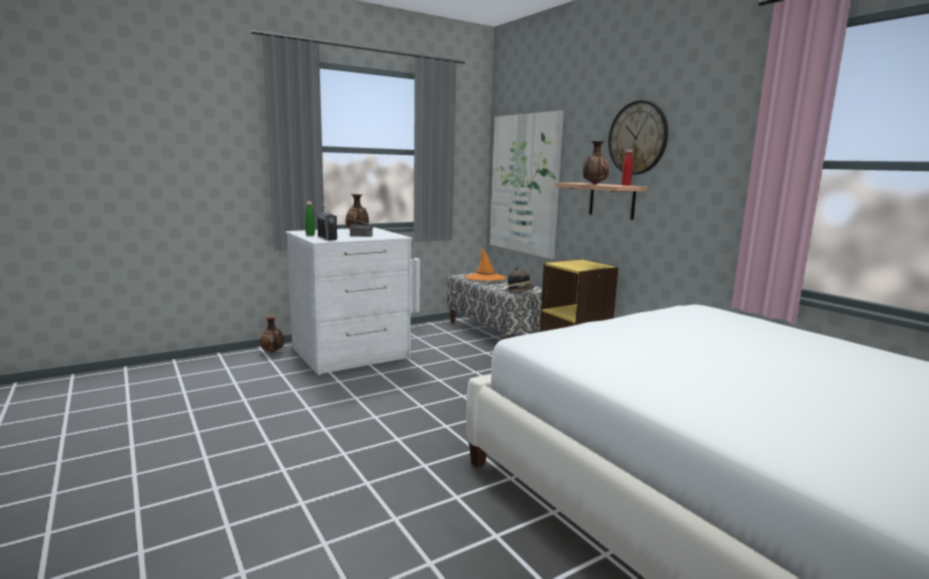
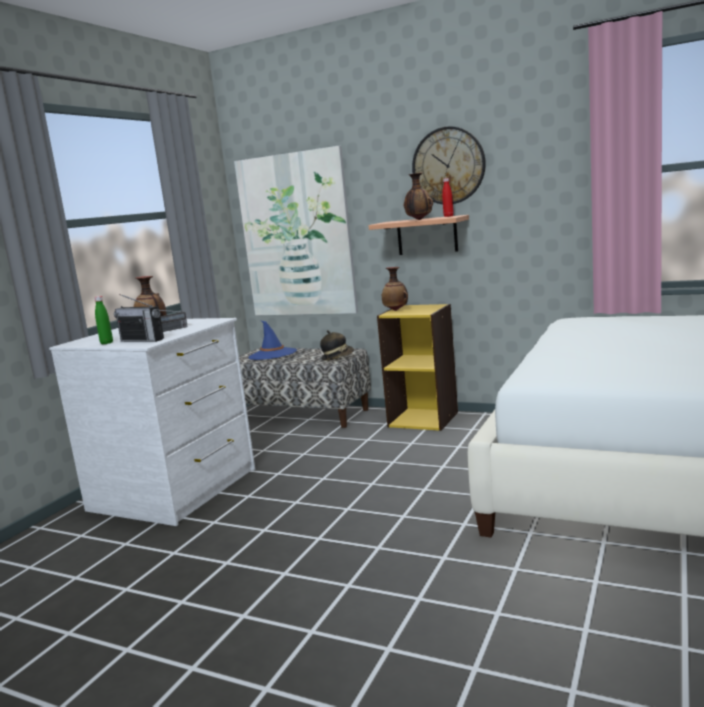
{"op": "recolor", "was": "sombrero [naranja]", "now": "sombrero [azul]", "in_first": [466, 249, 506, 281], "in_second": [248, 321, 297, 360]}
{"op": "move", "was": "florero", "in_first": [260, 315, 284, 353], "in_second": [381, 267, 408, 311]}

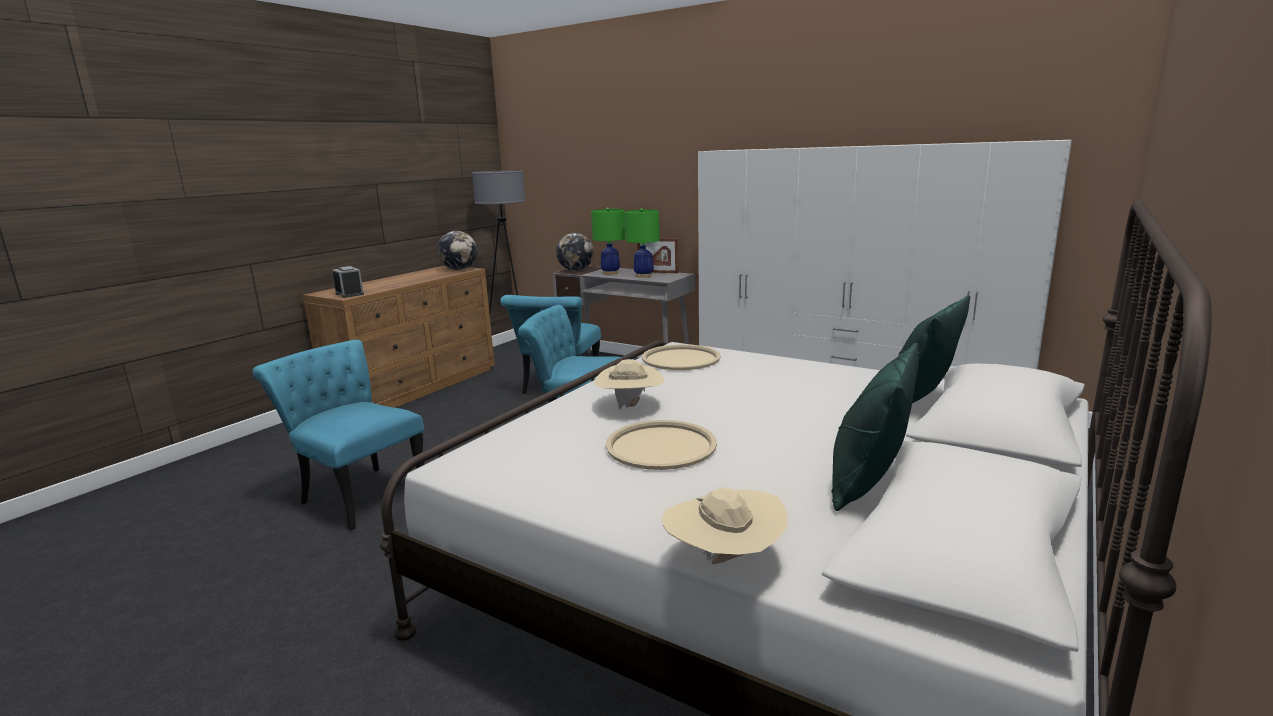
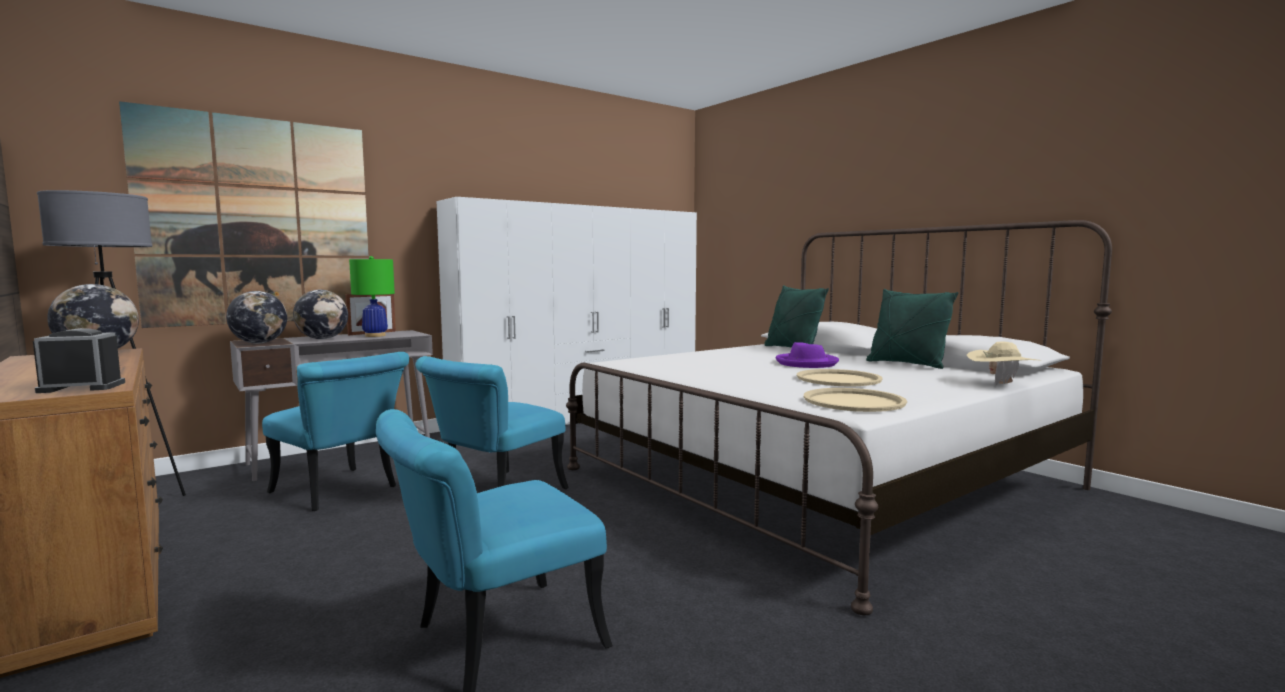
{"op": "replace", "was": "lámpara de mesa [verde]", "now": "globo terráqueo", "in_first": [591, 207, 625, 275], "in_second": [293, 290, 348, 339]}
{"op": "move", "was": "bandeja [beis]", "in_first": [642, 344, 721, 370], "in_second": [804, 388, 907, 412]}
{"op": "delete", "was": "sombrero [beis]", "in_first": [594, 359, 665, 409]}
{"op": "insert", "now": "cuadro", "in_second": [119, 101, 369, 328]}
{"op": "insert", "now": "sombrero [morado]", "in_second": [776, 342, 839, 368]}

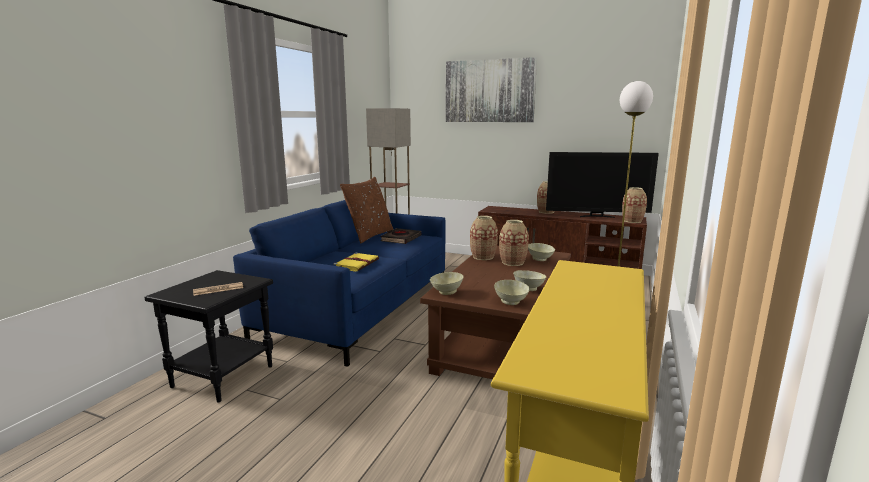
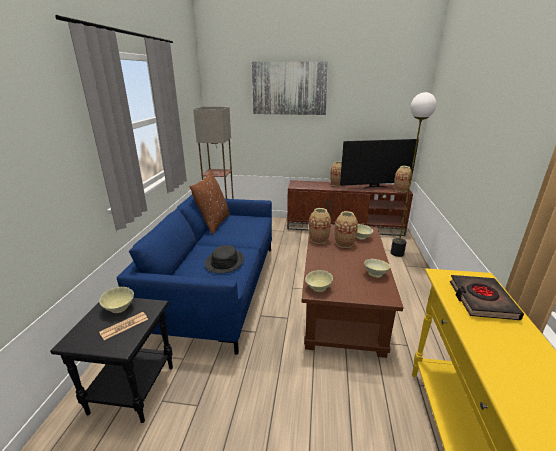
{"op": "move", "was": "libro [negro]", "in_first": [381, 228, 421, 244], "in_second": [450, 275, 524, 320]}
{"op": "replace", "was": "libro [amarillo]", "now": "sombrero [negro]", "in_first": [333, 253, 379, 272], "in_second": [205, 245, 244, 273]}
{"op": "move", "was": "cuenco [beis]", "in_first": [494, 280, 529, 305], "in_second": [99, 287, 134, 313]}

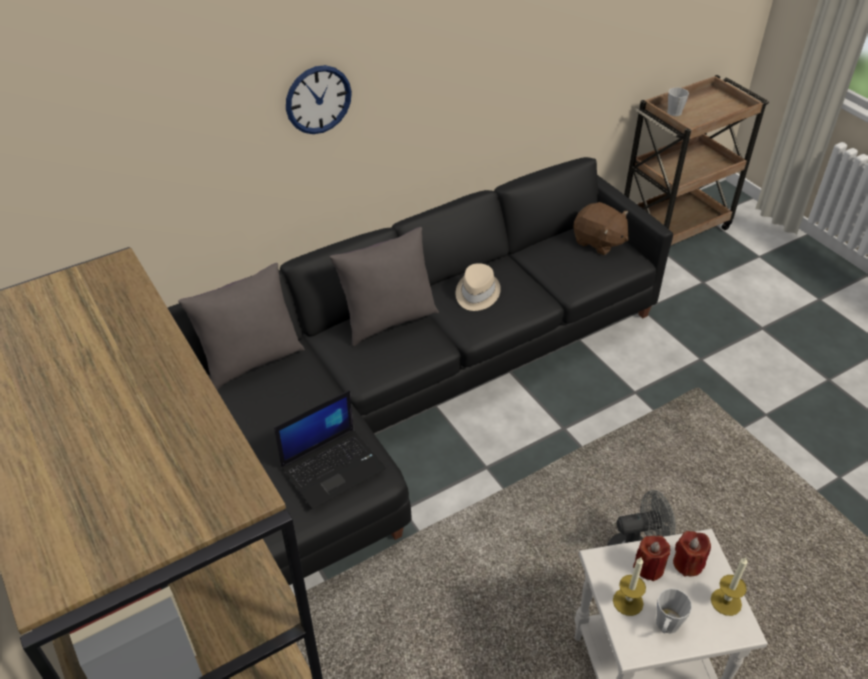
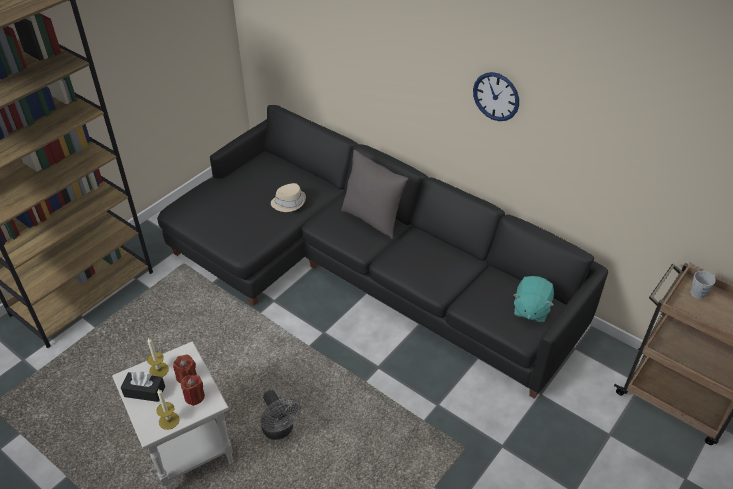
{"op": "move", "was": "reloj de pared", "in_first": [286, 65, 352, 134], "in_second": [473, 72, 519, 121]}
{"op": "recolor", "was": "peluche [marrón]", "now": "peluche [turquesa]", "in_first": [573, 202, 629, 255], "in_second": [513, 276, 554, 322]}
{"op": "delete", "was": "cojín [gris]", "in_first": [178, 263, 305, 390]}
{"op": "move", "was": "sombrero [beis]", "in_first": [456, 263, 501, 311], "in_second": [271, 183, 306, 212]}
{"op": "delete", "was": "portátil", "in_first": [274, 390, 386, 510]}
{"op": "replace", "was": "taza grande [gris]", "now": "caja de pañuelos [negro]", "in_first": [656, 588, 692, 633], "in_second": [121, 371, 165, 402]}

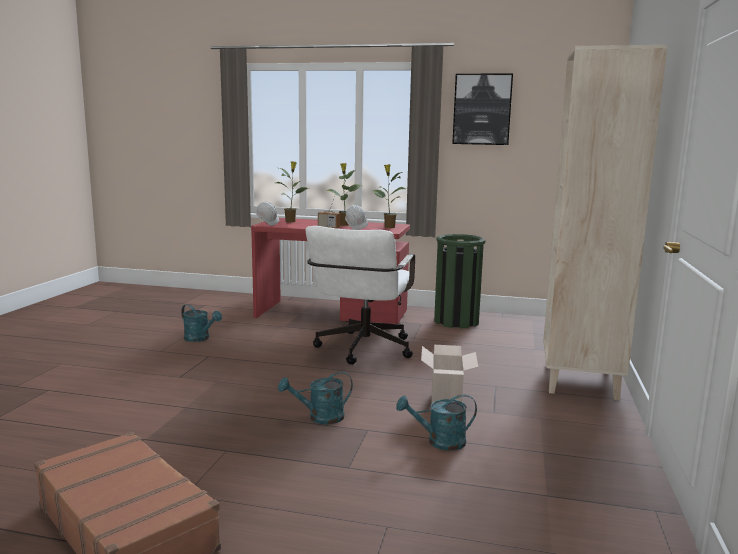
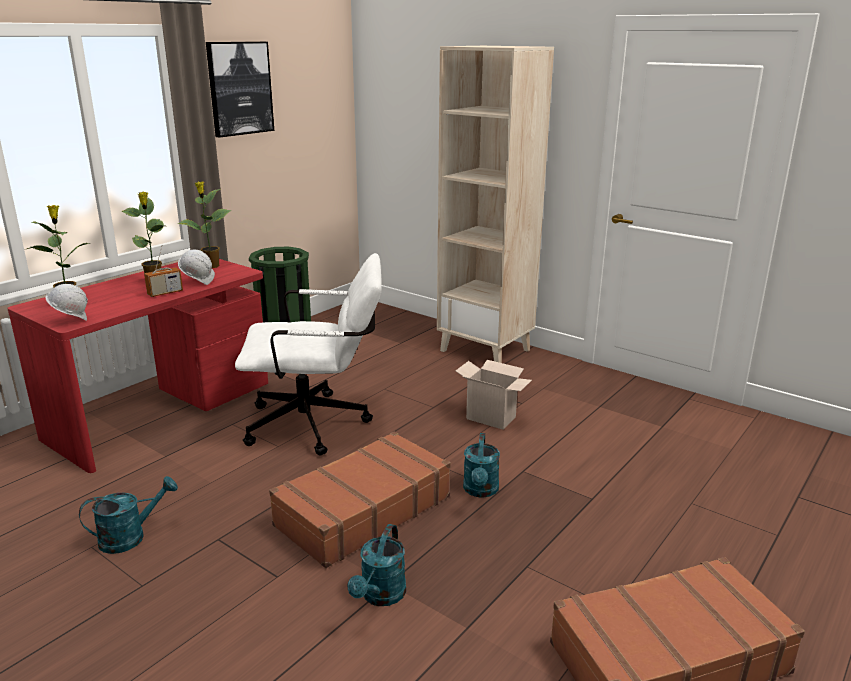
{"op": "rotate", "was": "silla de oficina [blanco]", "in_first": [306, 226, 415, 365], "in_second": [235, 253, 382, 455], "clockwise": -45}
{"op": "move", "was": "regadera [turquesa]", "in_first": [396, 394, 477, 451], "in_second": [348, 524, 406, 606]}
{"op": "insert", "now": "maleta [marrón]", "in_second": [269, 431, 451, 568]}

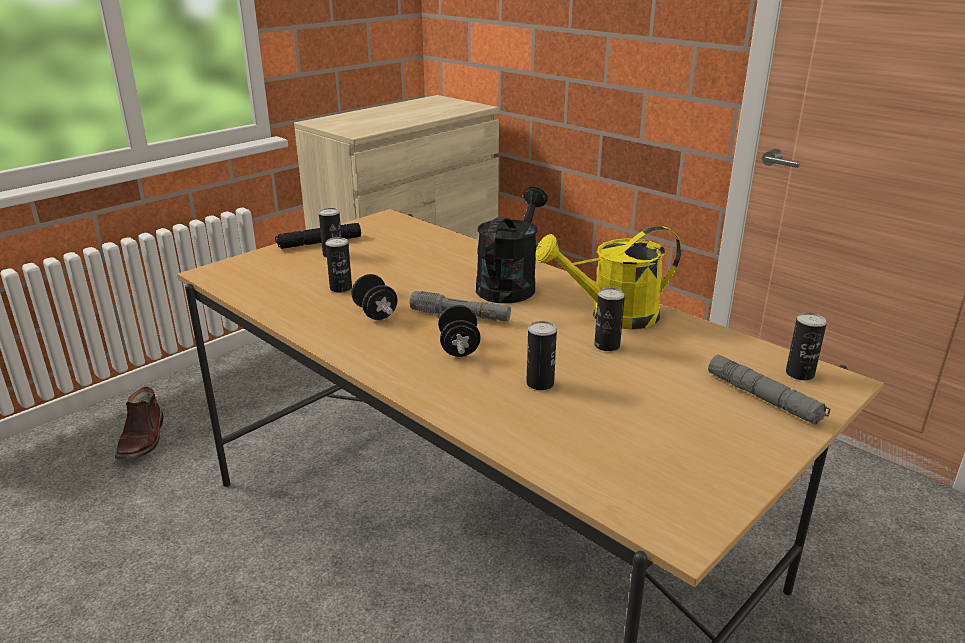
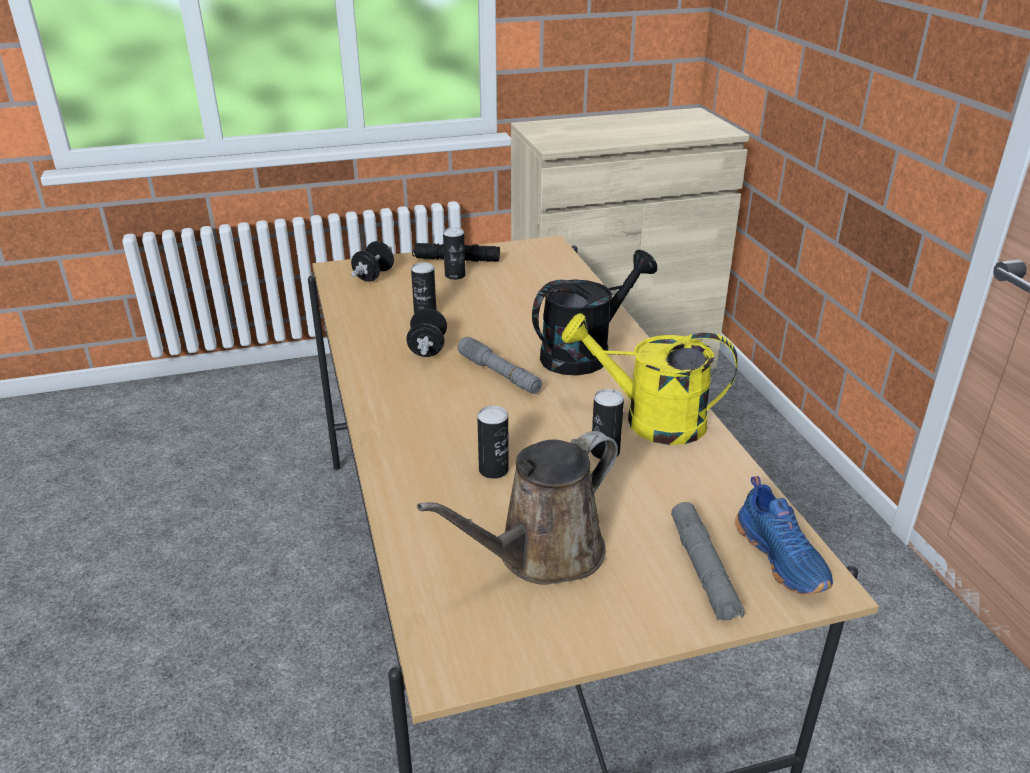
{"op": "move", "was": "mancuerna [negro]", "in_first": [438, 305, 481, 357], "in_second": [351, 241, 394, 282]}
{"op": "replace", "was": "lata", "now": "zapato [azul]", "in_first": [786, 313, 827, 380], "in_second": [735, 476, 833, 595]}
{"op": "delete", "was": "bota [marrón]", "in_first": [115, 387, 164, 460]}
{"op": "insert", "now": "regadera [marrón]", "in_second": [417, 431, 618, 585]}

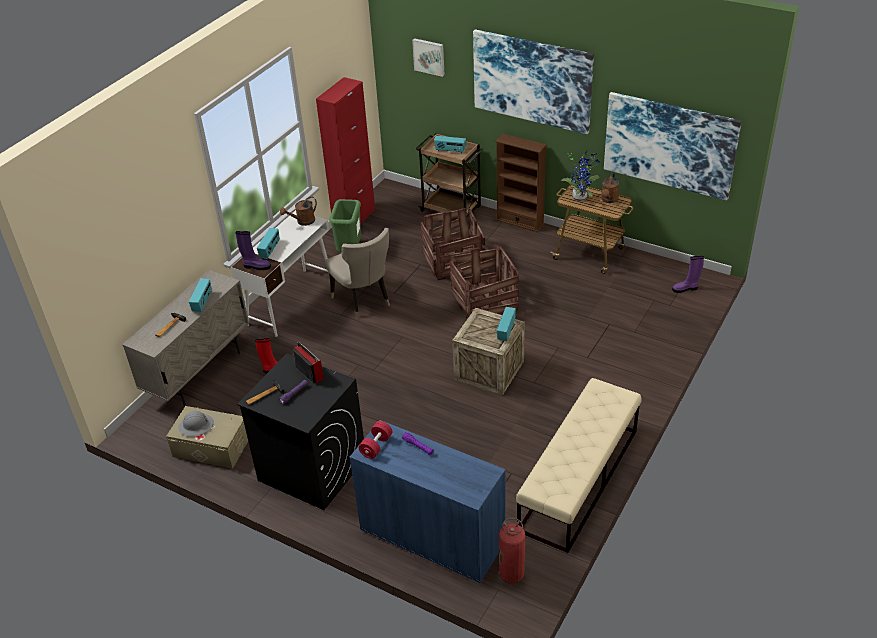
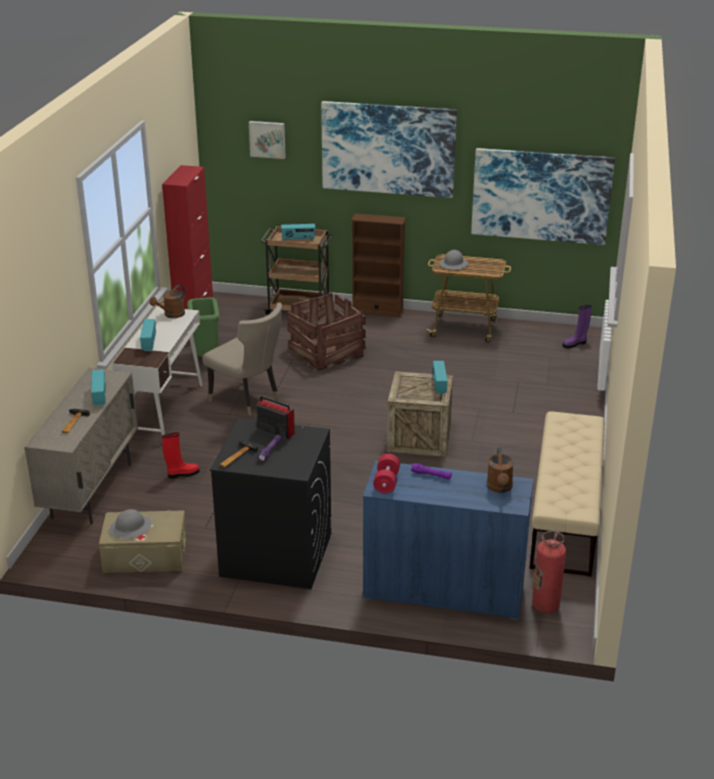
{"op": "replace", "was": "planta en maceta", "now": "casco [gris]", "in_first": [561, 150, 600, 202], "in_second": [439, 250, 468, 270]}
{"op": "move", "was": "regadera [marrón]", "in_first": [601, 173, 619, 203], "in_second": [487, 447, 514, 493]}
{"op": "delete", "was": "bota [morado]", "in_first": [235, 231, 271, 270]}
{"op": "delete", "was": "caja de embalaje", "in_first": [450, 245, 519, 319]}

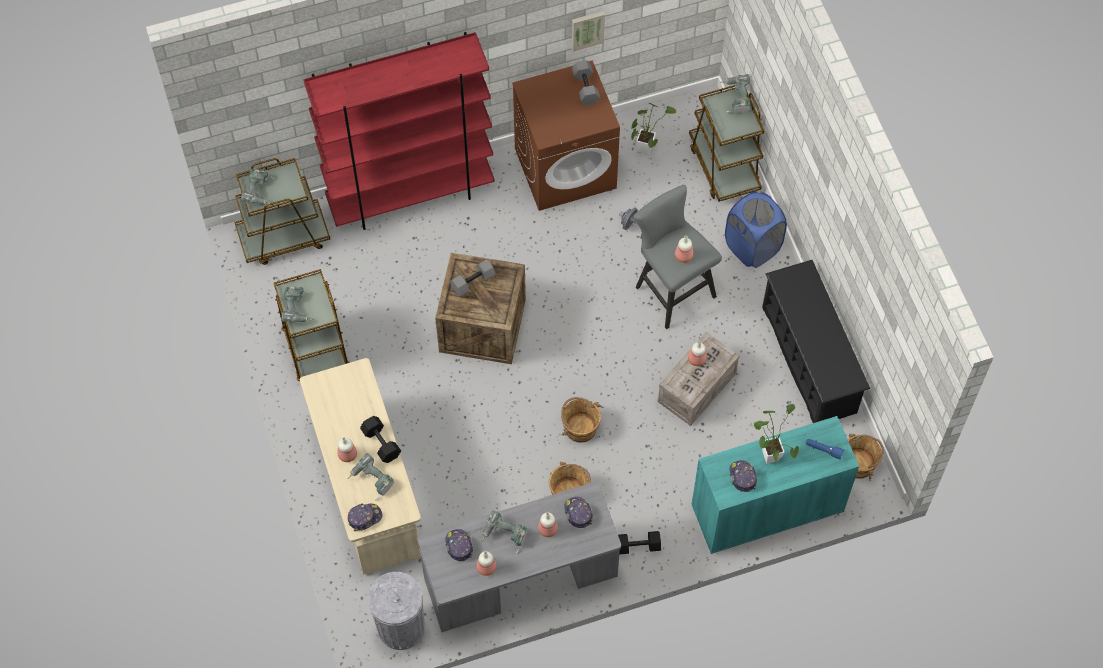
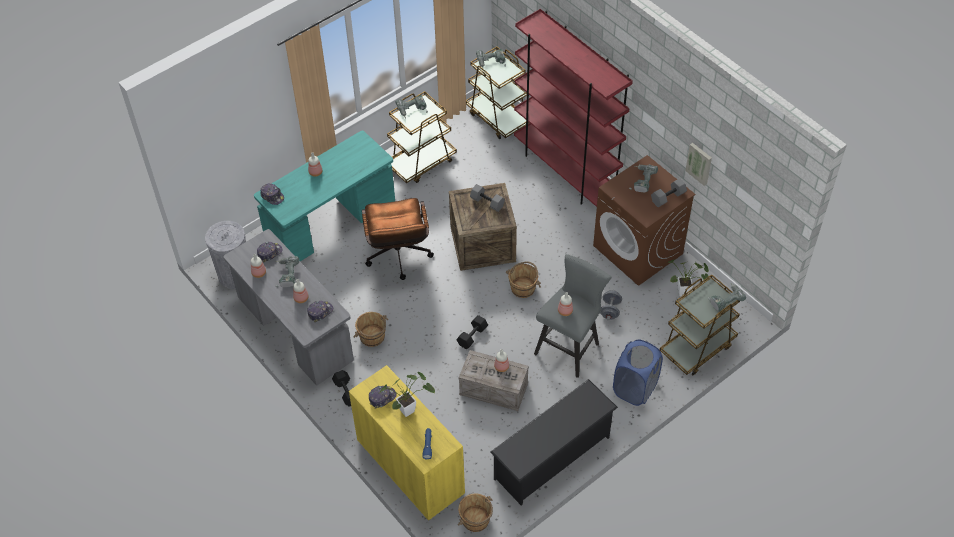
{"op": "recolor", "was": "escritorio [beis]", "now": "escritorio [turquesa]", "in_first": [300, 358, 421, 575], "in_second": [254, 131, 395, 261]}
{"op": "move", "was": "cubo [marrón]", "in_first": [561, 397, 601, 443], "in_second": [506, 261, 541, 298]}
{"op": "move", "was": "mancuerna [negro]", "in_first": [360, 416, 401, 463], "in_second": [456, 315, 488, 349]}
{"op": "recolor", "was": "armario [turquesa]", "now": "armario [amarillo]", "in_first": [692, 416, 859, 554], "in_second": [349, 365, 465, 521]}
{"op": "move", "was": "taladro", "in_first": [348, 453, 394, 501], "in_second": [629, 164, 658, 192]}
{"op": "insert", "now": "silla de oficina [marrón]", "in_second": [362, 198, 434, 280]}

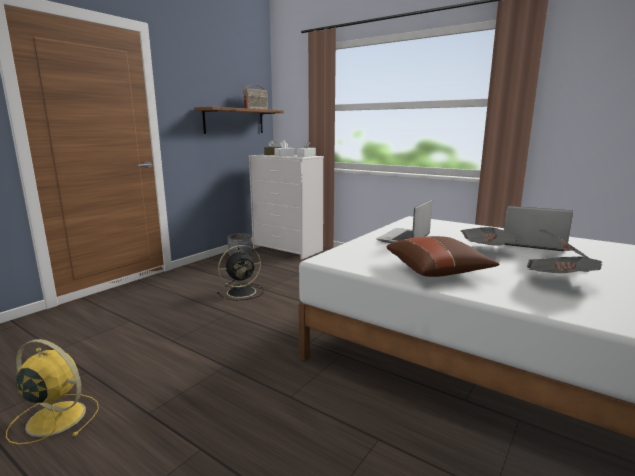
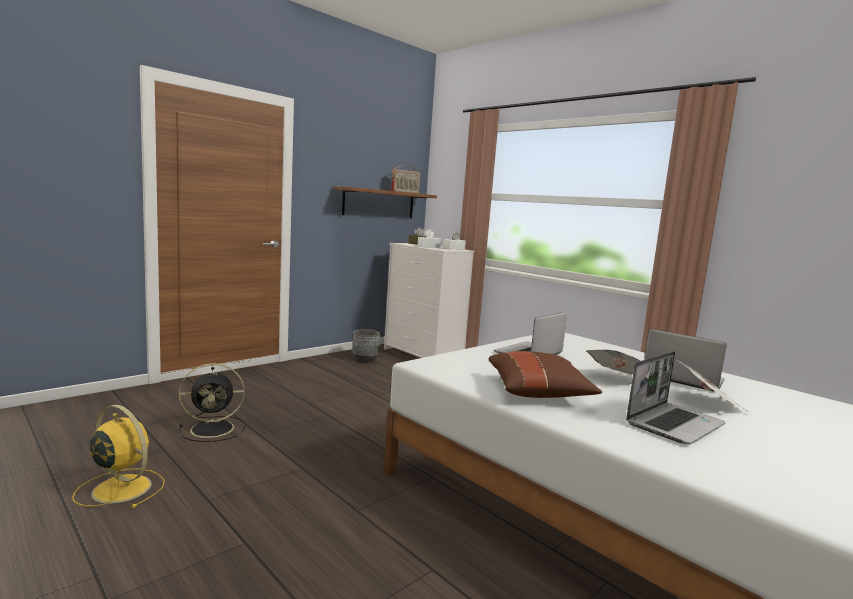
{"op": "move", "was": "ventilador [negro]", "in_first": [217, 245, 264, 301], "in_second": [179, 363, 245, 442]}
{"op": "replace", "was": "periódico", "now": "portátil", "in_first": [527, 257, 602, 273], "in_second": [626, 351, 726, 444]}

